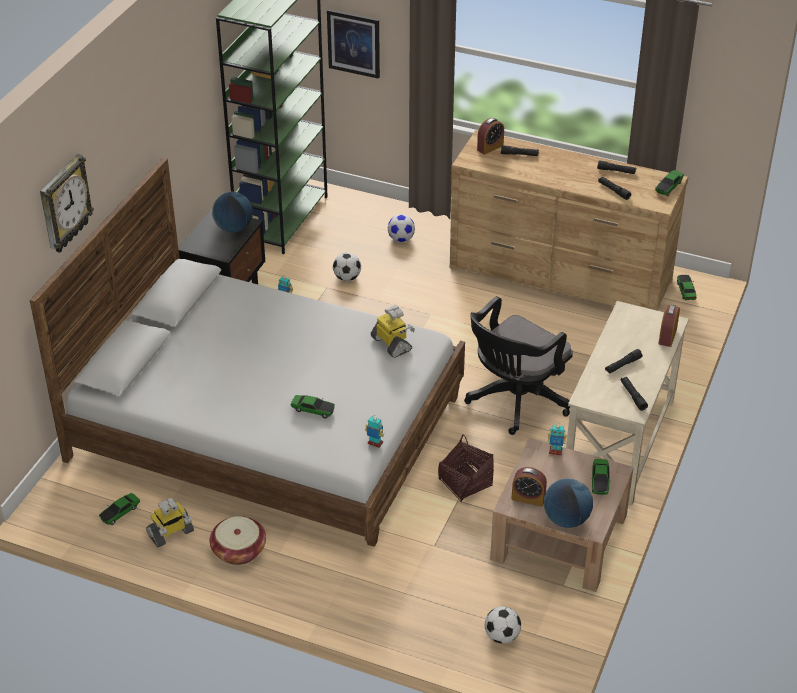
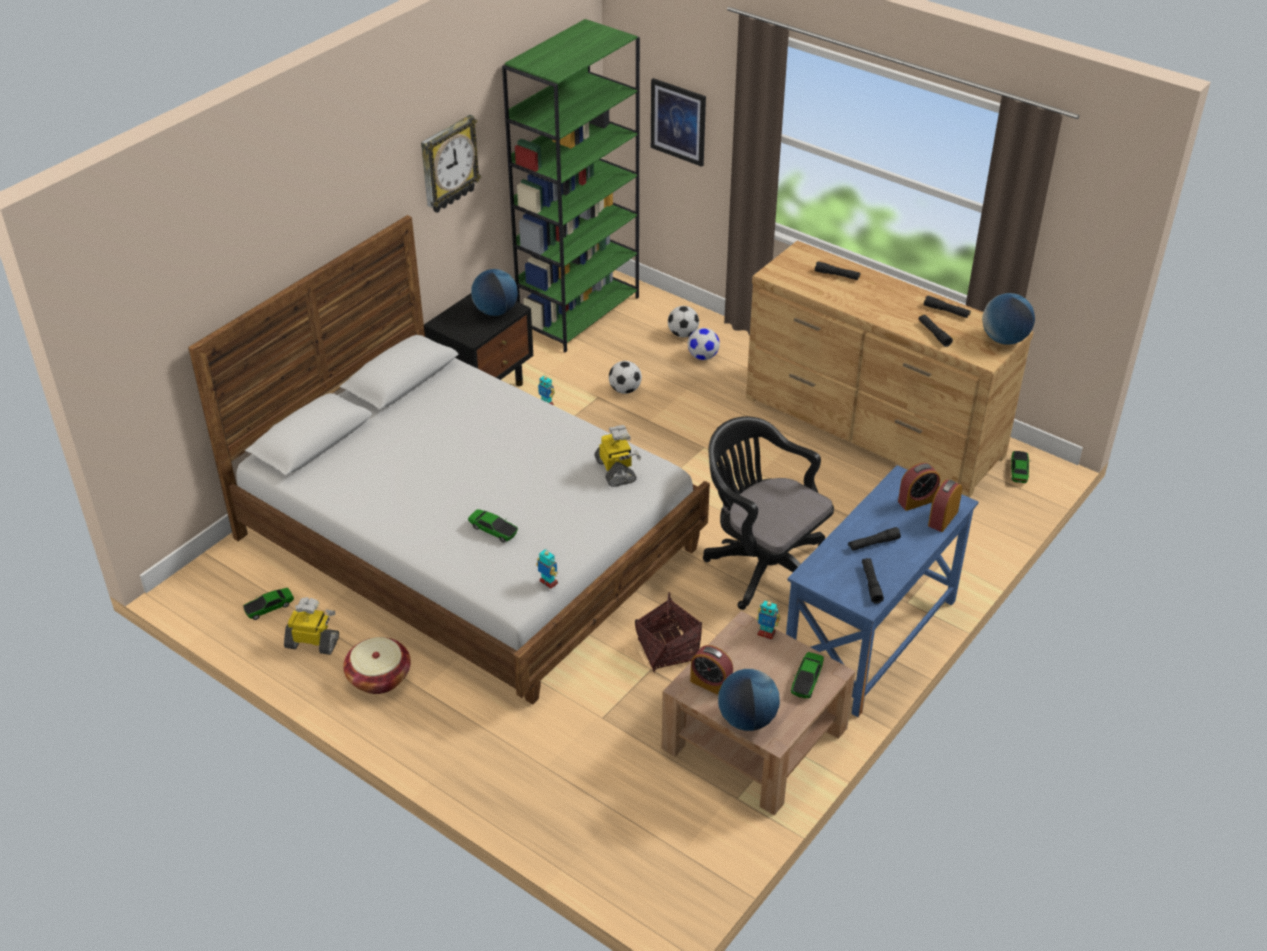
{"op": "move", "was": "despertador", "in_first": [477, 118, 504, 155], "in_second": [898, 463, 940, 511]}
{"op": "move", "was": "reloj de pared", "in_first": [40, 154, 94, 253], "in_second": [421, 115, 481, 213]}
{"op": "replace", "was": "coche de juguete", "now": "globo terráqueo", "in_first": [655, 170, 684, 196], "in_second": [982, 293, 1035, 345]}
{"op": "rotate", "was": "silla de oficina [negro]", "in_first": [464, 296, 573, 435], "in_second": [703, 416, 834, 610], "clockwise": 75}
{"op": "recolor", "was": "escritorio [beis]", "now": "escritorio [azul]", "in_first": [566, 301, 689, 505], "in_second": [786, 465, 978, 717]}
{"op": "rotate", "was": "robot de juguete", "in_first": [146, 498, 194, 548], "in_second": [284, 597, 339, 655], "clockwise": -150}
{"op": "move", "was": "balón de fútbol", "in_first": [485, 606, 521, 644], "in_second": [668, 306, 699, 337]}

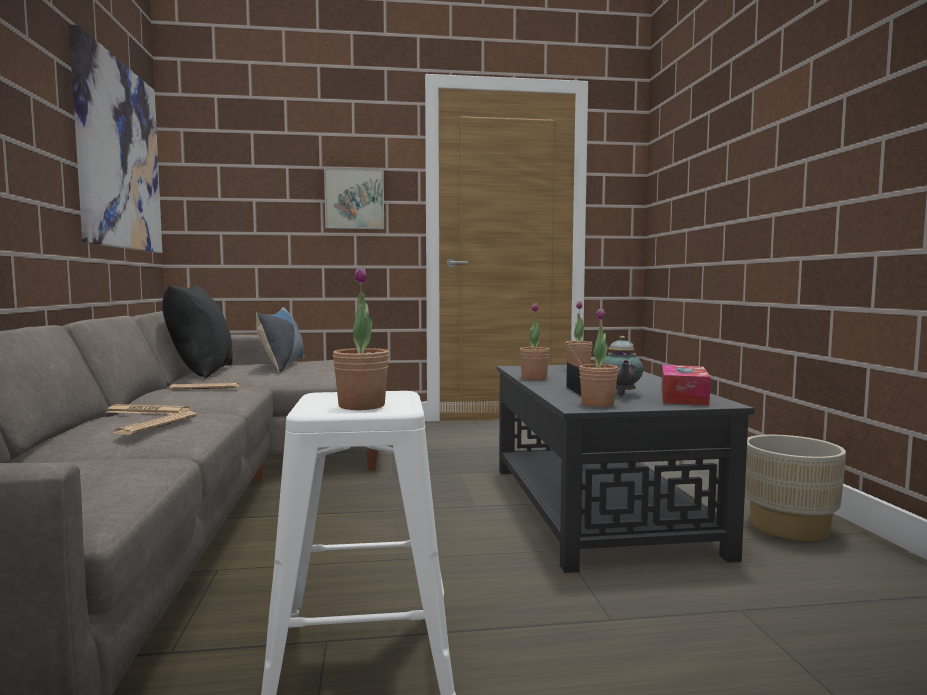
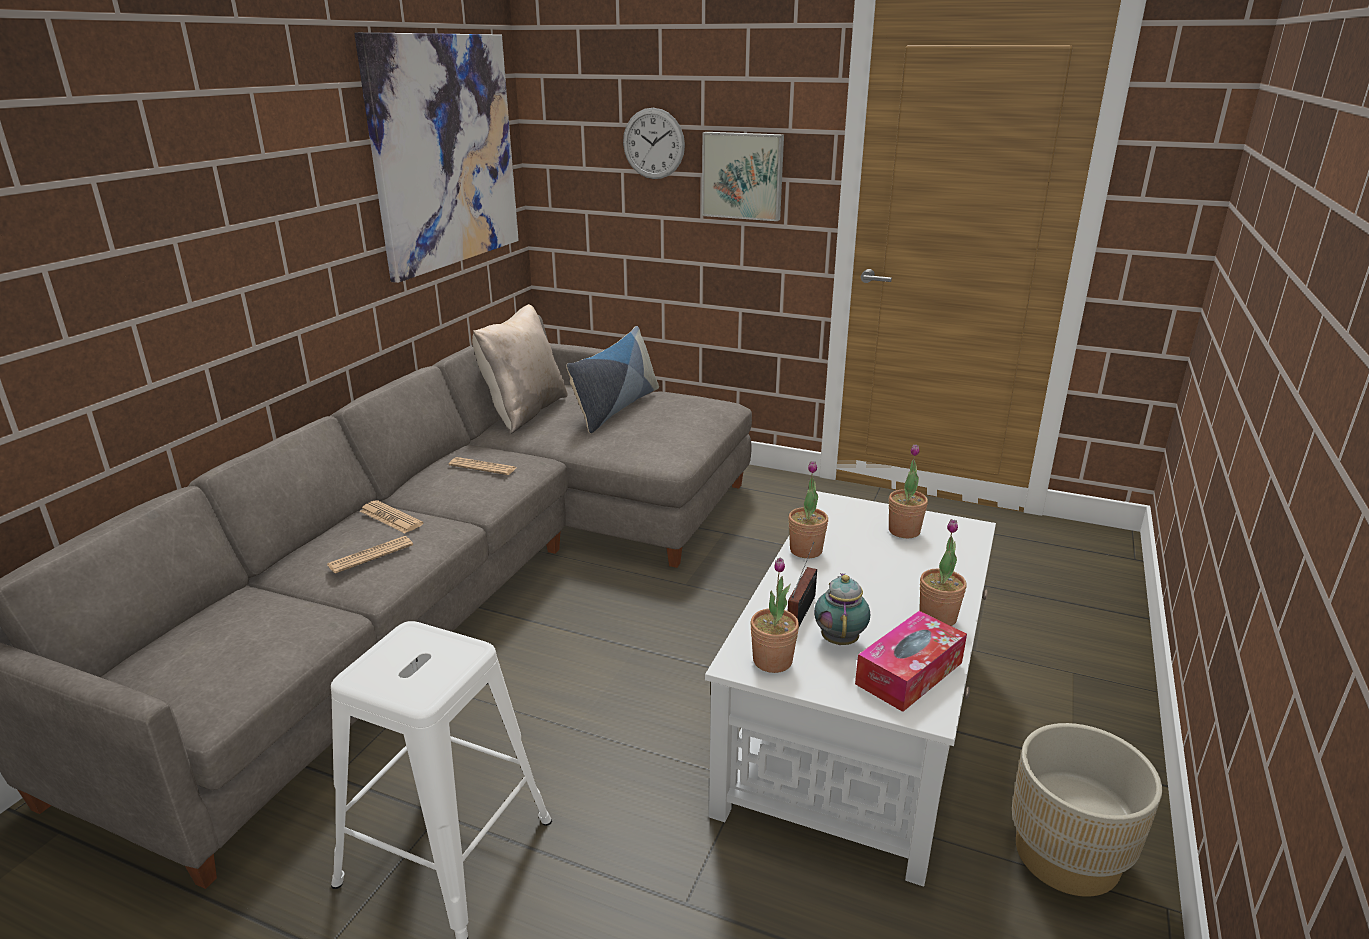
{"op": "move", "was": "planta en maceta", "in_first": [333, 267, 389, 410], "in_second": [919, 519, 967, 626]}
{"op": "recolor", "was": "cojín [negro]", "now": "cojín [beis]", "in_first": [162, 285, 233, 379], "in_second": [472, 304, 568, 434]}
{"op": "rotate", "was": "tetera", "in_first": [603, 336, 643, 395], "in_second": [814, 573, 870, 645], "clockwise": 150}
{"op": "recolor", "was": "mesa de centro [negro]", "now": "mesa de centro [blanco]", "in_first": [497, 365, 755, 573], "in_second": [705, 491, 996, 887]}
{"op": "insert", "now": "reloj de pared", "in_second": [623, 108, 685, 179]}

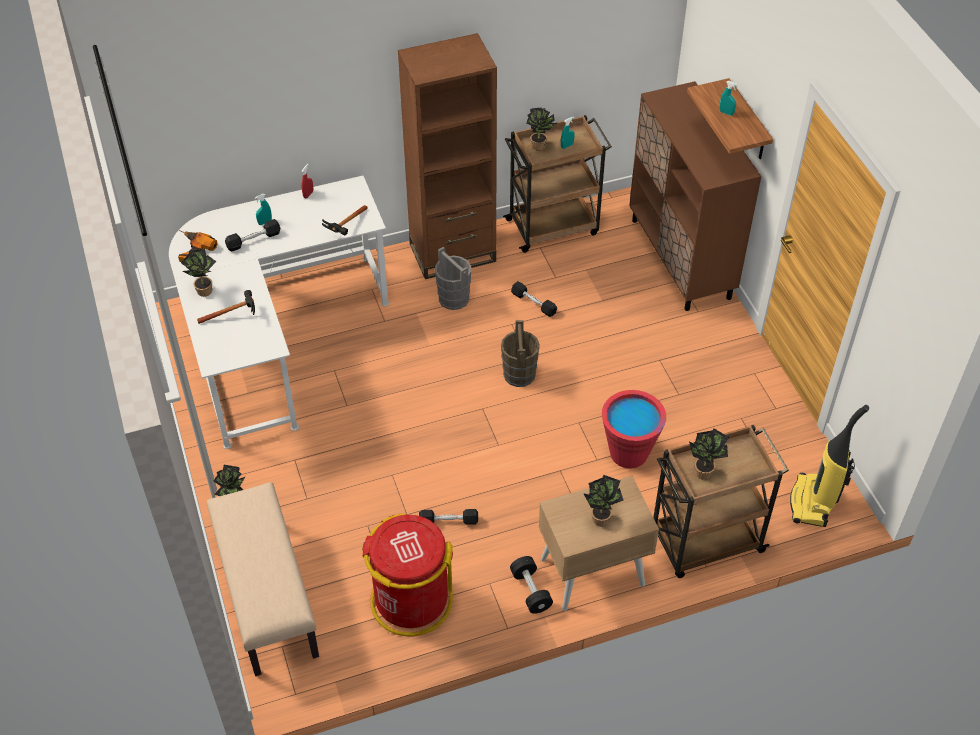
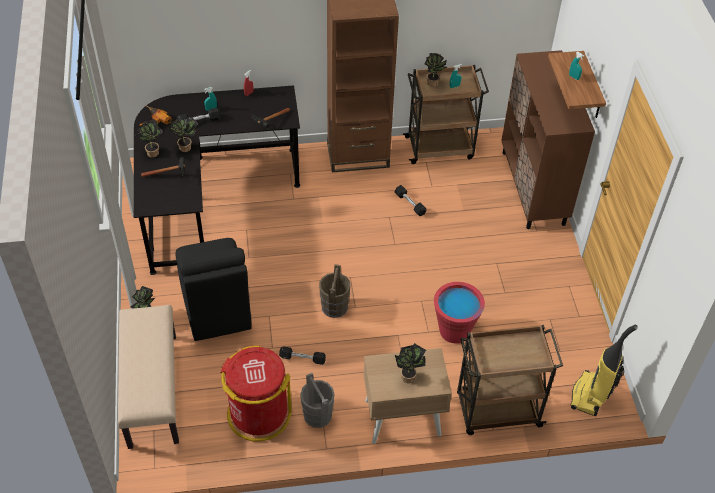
{"op": "recolor", "was": "escritorio [blanco]", "now": "escritorio [negro]", "in_first": [169, 176, 389, 449], "in_second": [134, 85, 300, 275]}
{"op": "move", "was": "cubo [gris]", "in_first": [435, 247, 471, 310], "in_second": [300, 373, 335, 428]}
{"op": "move", "was": "cubo [marrón]", "in_first": [501, 320, 540, 387], "in_second": [319, 264, 350, 318]}
{"op": "move", "was": "planta en maceta", "in_first": [689, 429, 729, 480], "in_second": [169, 117, 199, 152]}
{"op": "delete", "was": "mancuerna [negro]", "in_first": [510, 556, 553, 614]}
{"op": "insert", "now": "silla [negro]", "in_second": [175, 238, 252, 341]}

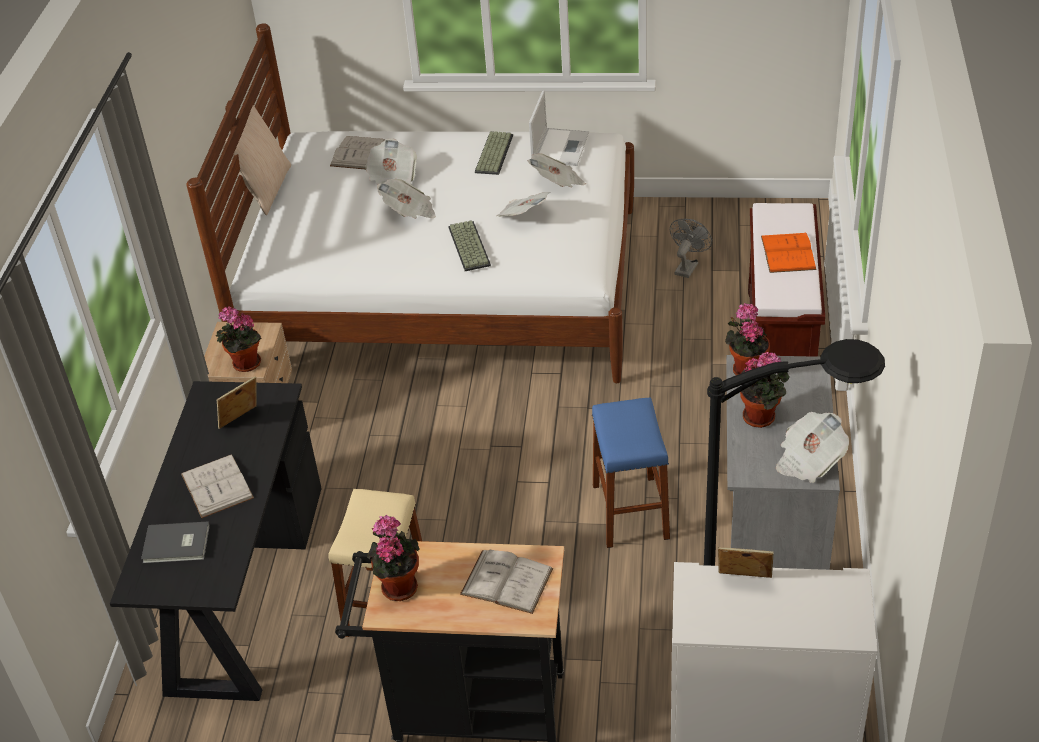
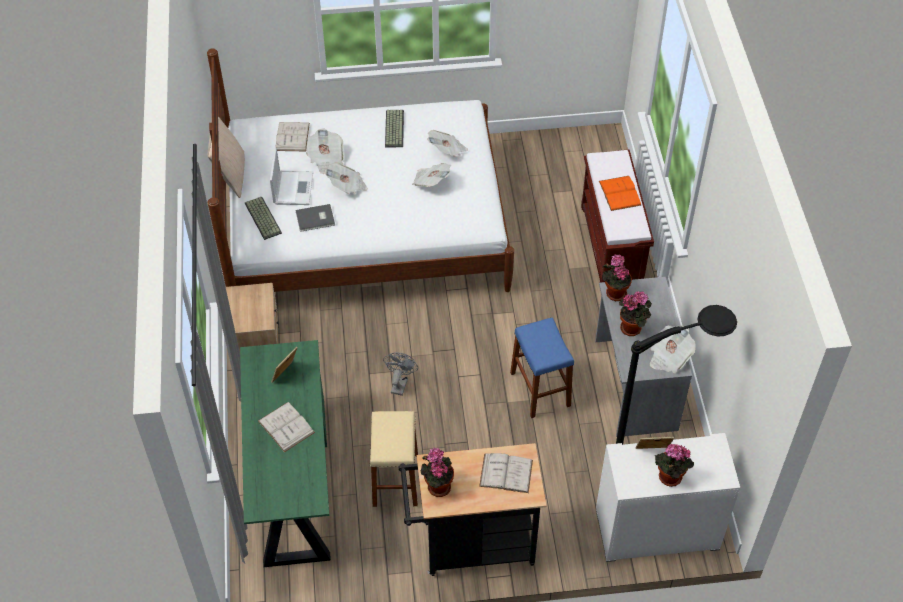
{"op": "move", "was": "portátil", "in_first": [529, 91, 589, 166], "in_second": [270, 148, 313, 205]}
{"op": "move", "was": "ventilador [gris]", "in_first": [670, 219, 712, 278], "in_second": [383, 352, 418, 396]}
{"op": "move", "was": "teclado", "in_first": [448, 220, 491, 271], "in_second": [245, 197, 282, 240]}
{"op": "move", "was": "planta en maceta", "in_first": [216, 307, 261, 372], "in_second": [655, 444, 694, 487]}
{"op": "recolor", "was": "escritorio [negro]", "now": "escritorio [verde]", "in_first": [110, 381, 322, 701], "in_second": [240, 340, 331, 567]}
{"op": "move", "was": "libro [gris]", "in_first": [141, 521, 210, 563], "in_second": [296, 204, 335, 232]}

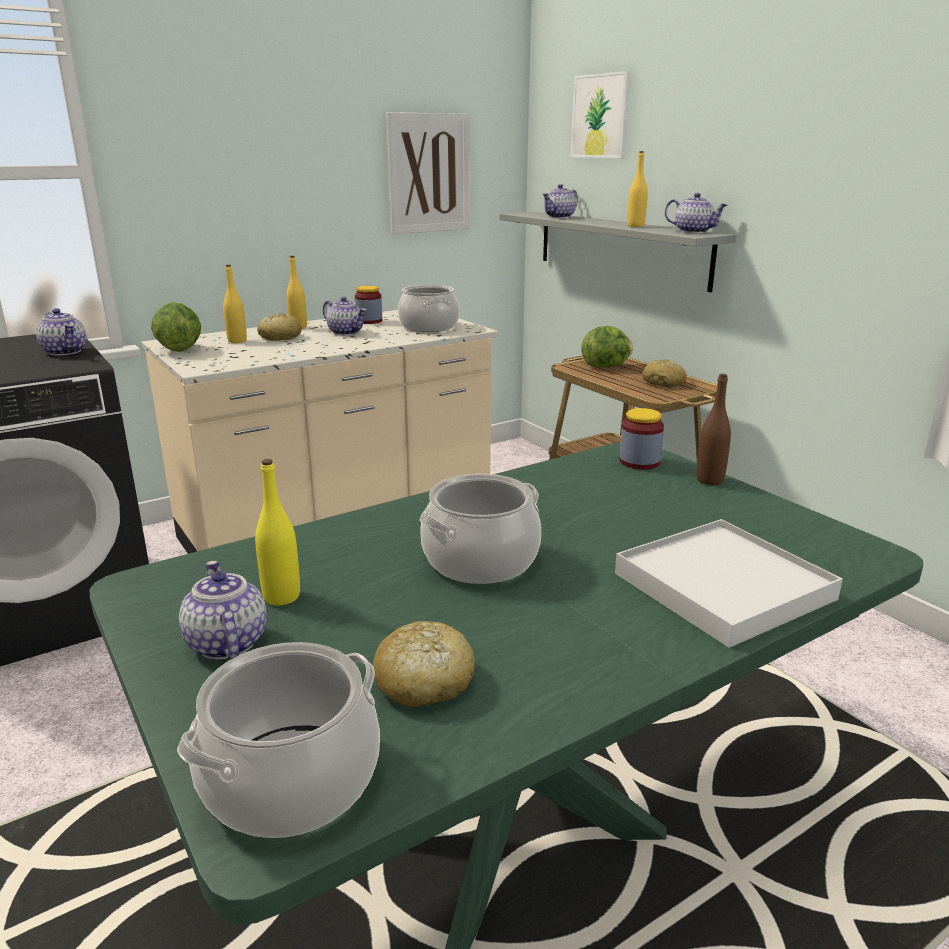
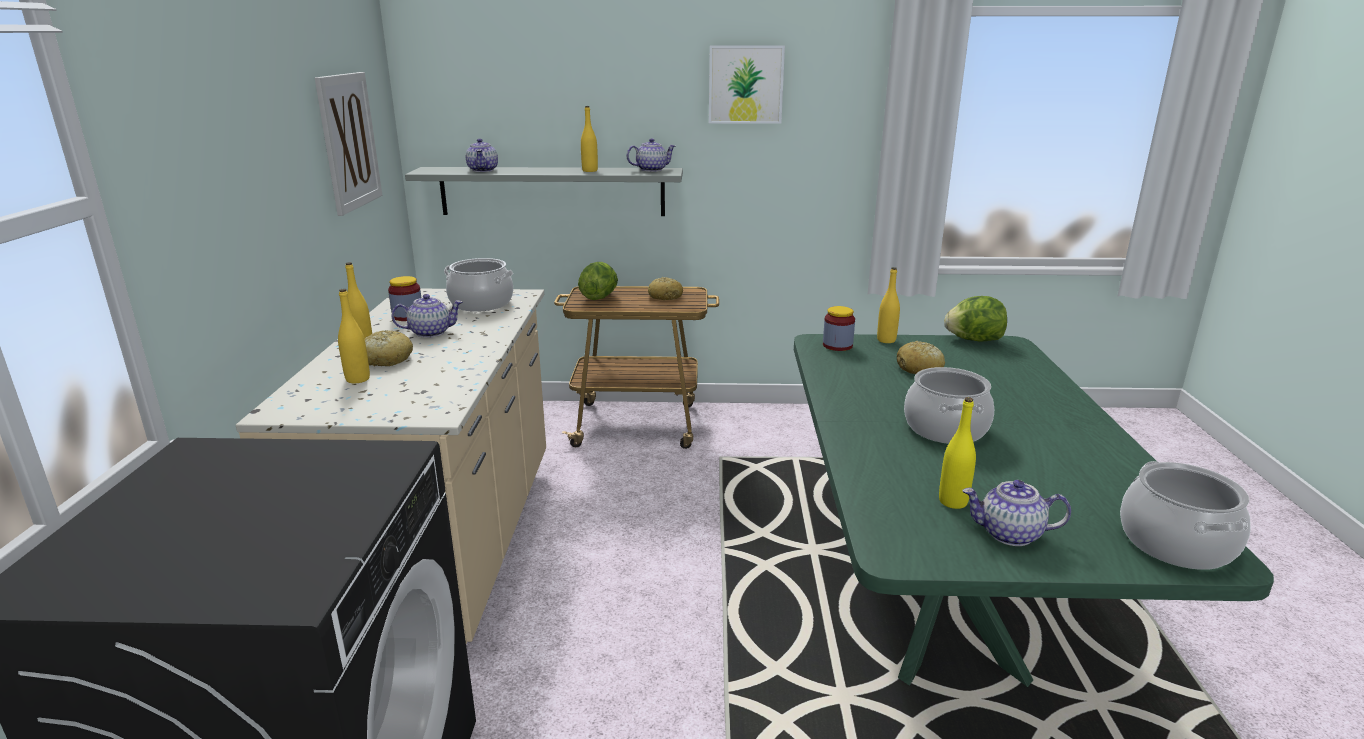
{"op": "move", "was": "cuadro", "in_first": [571, 71, 631, 158], "in_second": [709, 45, 785, 124]}
{"op": "move", "was": "lechuga", "in_first": [151, 302, 201, 352], "in_second": [944, 296, 1007, 341]}
{"op": "delete", "was": "tetera", "in_first": [36, 308, 87, 356]}
{"op": "recolor", "was": "botella [marrón]", "now": "botella [amarillo]", "in_first": [696, 373, 731, 485], "in_second": [877, 267, 900, 343]}
{"op": "delete", "was": "bandeja [blanco]", "in_first": [615, 519, 843, 648]}
{"op": "move", "was": "pan", "in_first": [373, 621, 475, 707], "in_second": [897, 341, 945, 374]}

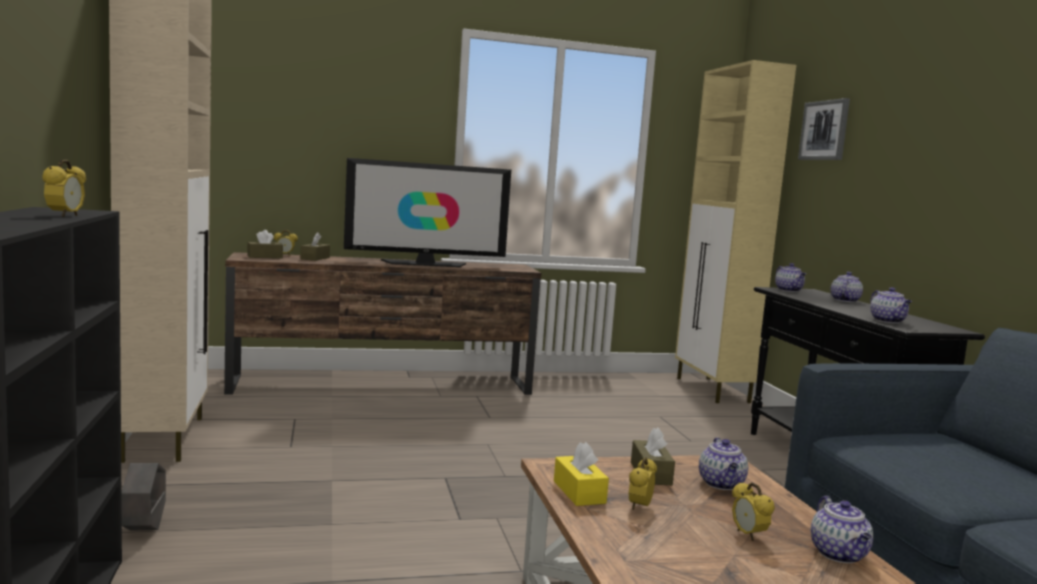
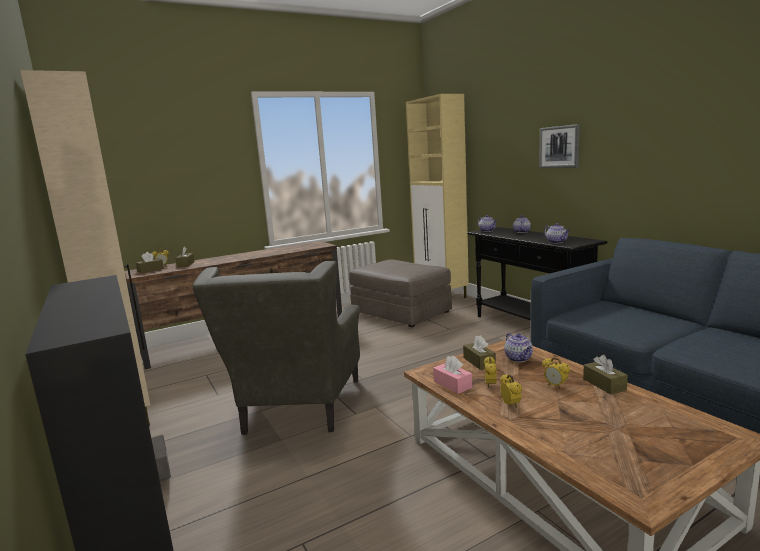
{"op": "move", "was": "cuadro", "in_first": [798, 98, 850, 160], "in_second": [539, 124, 580, 168]}
{"op": "delete", "was": "televisor", "in_first": [344, 158, 511, 267]}
{"op": "move", "was": "despertador", "in_first": [42, 160, 86, 217], "in_second": [500, 374, 522, 408]}
{"op": "recolor", "was": "caja de pañuelos [amarillo]", "now": "caja de pañuelos [rosa]", "in_first": [554, 442, 609, 506], "in_second": [433, 355, 472, 394]}
{"op": "replace", "was": "tetera", "now": "caja de pañuelos [marrón]", "in_first": [810, 496, 873, 563], "in_second": [583, 355, 628, 395]}
{"op": "insert", "now": "puf [gris]", "in_second": [349, 259, 452, 327]}
{"op": "insert", "now": "sillón [gris]", "in_second": [193, 261, 360, 435]}

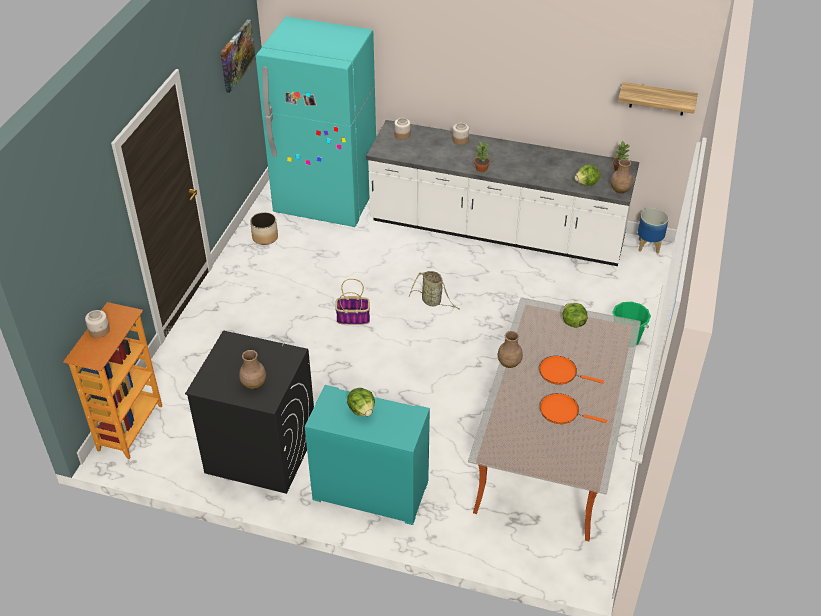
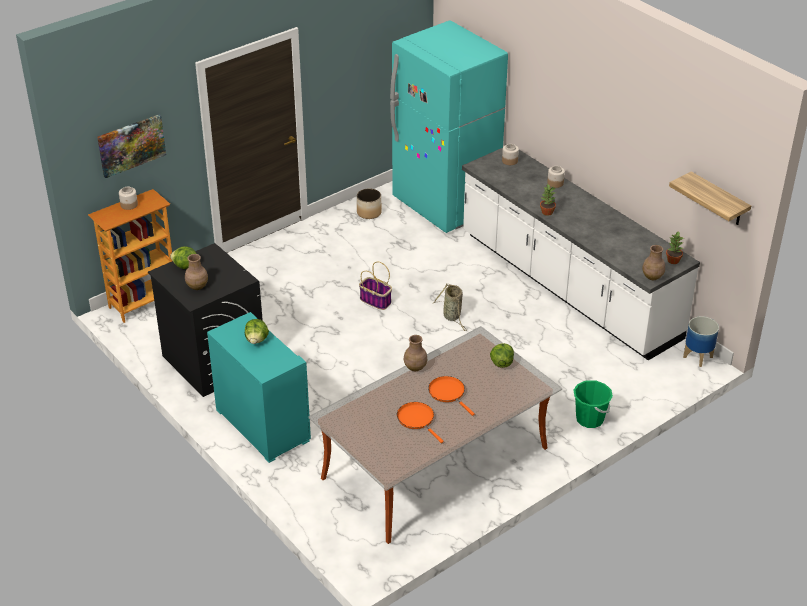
{"op": "move", "was": "cuadro", "in_first": [220, 19, 256, 93], "in_second": [97, 114, 166, 178]}
{"op": "move", "was": "lechuga", "in_first": [574, 165, 600, 186], "in_second": [170, 246, 196, 269]}

